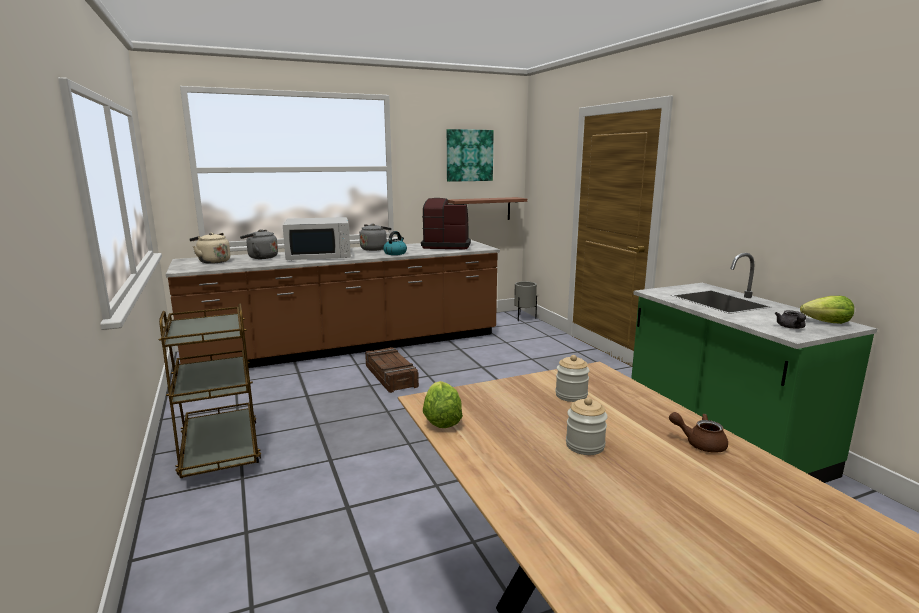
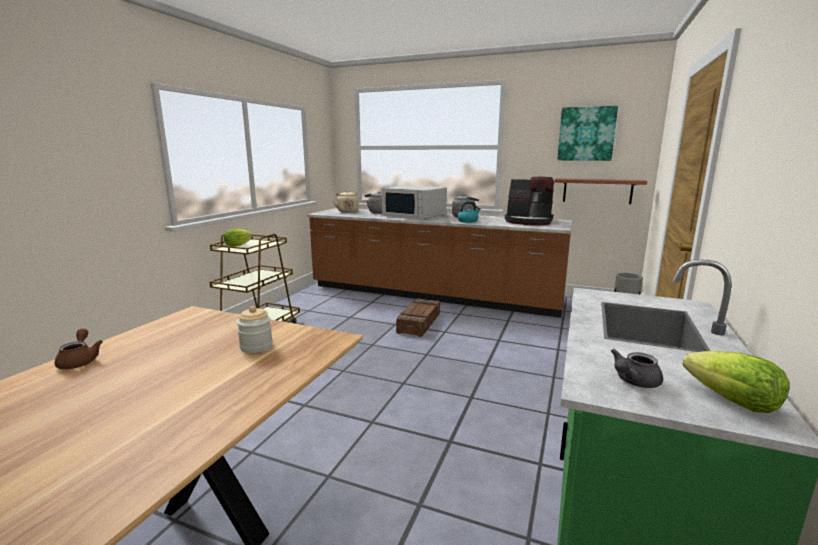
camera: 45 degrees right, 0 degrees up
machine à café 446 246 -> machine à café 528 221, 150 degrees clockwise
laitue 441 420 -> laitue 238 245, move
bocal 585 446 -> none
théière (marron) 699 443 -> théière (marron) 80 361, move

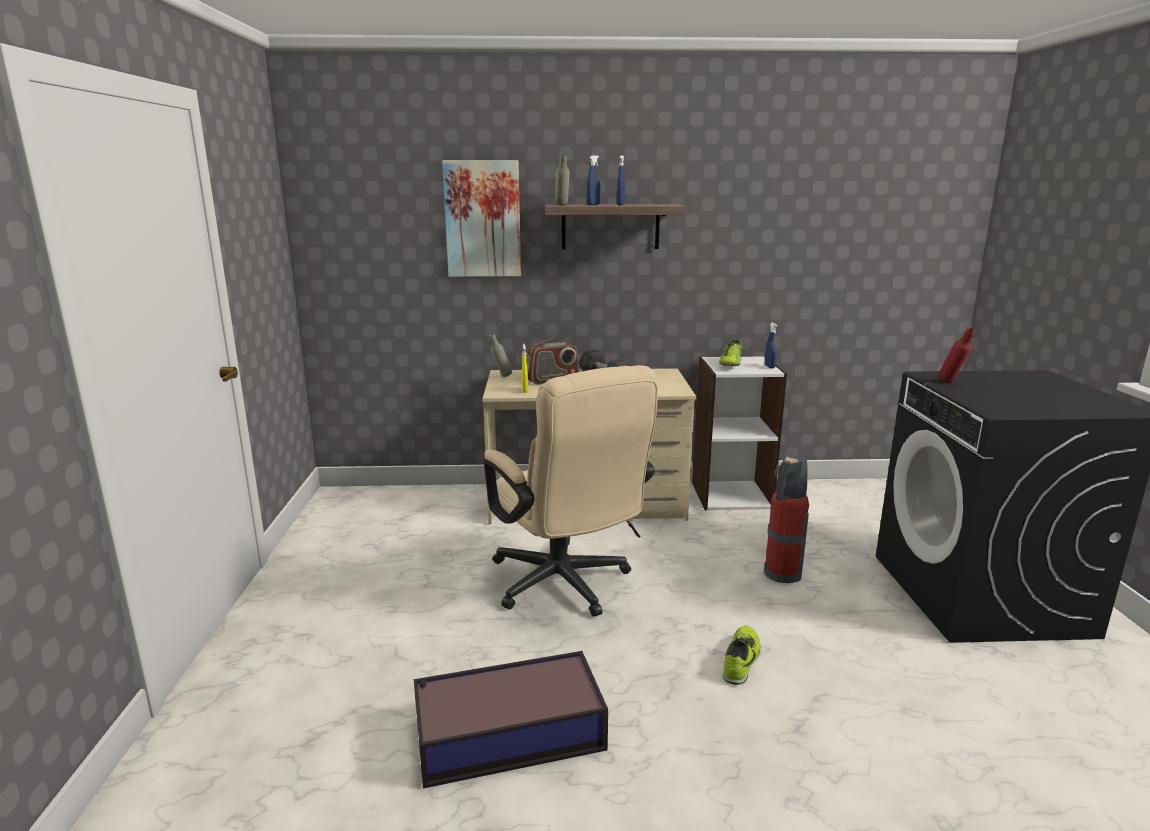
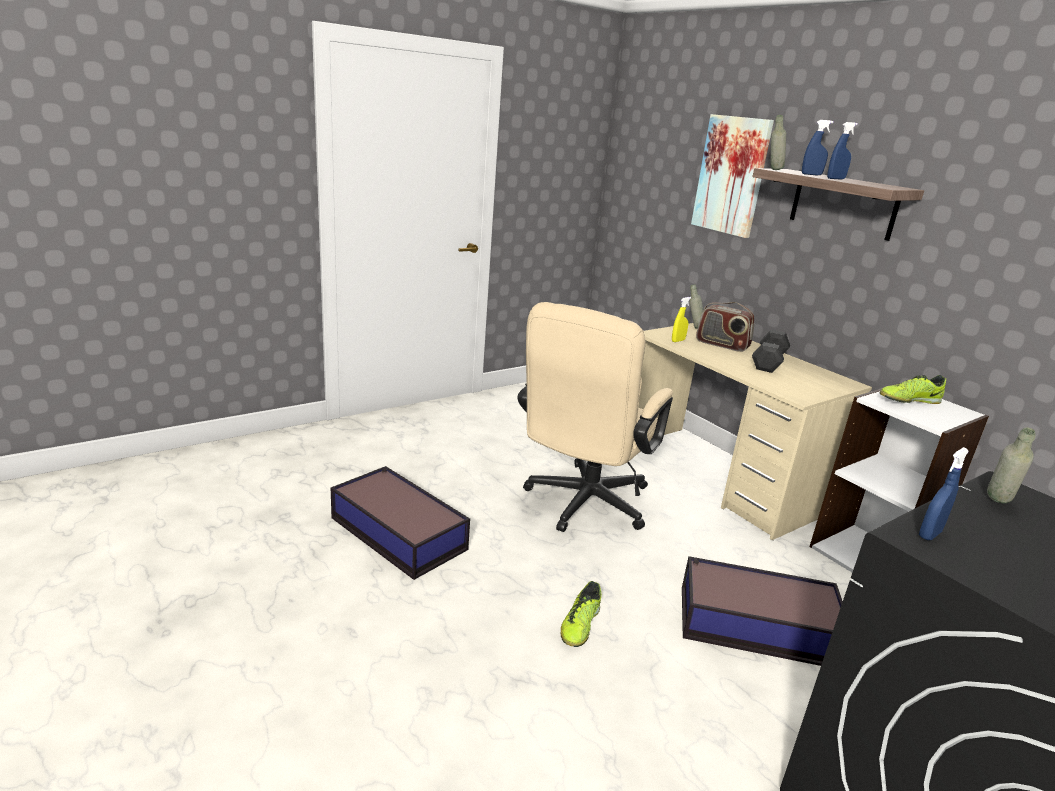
camera: 55 degrees right, 5 degrees up
vaporisateur (bleu) 769 367 -> vaporisateur (bleu) 929 534, move
bouteille (rouge) 951 383 -> bouteille (gris) 997 503
extincteur 781 574 -> boîte de rangement 754 625
chaussure 741 660 -> chaussure 580 625, 120 degrees clockwise

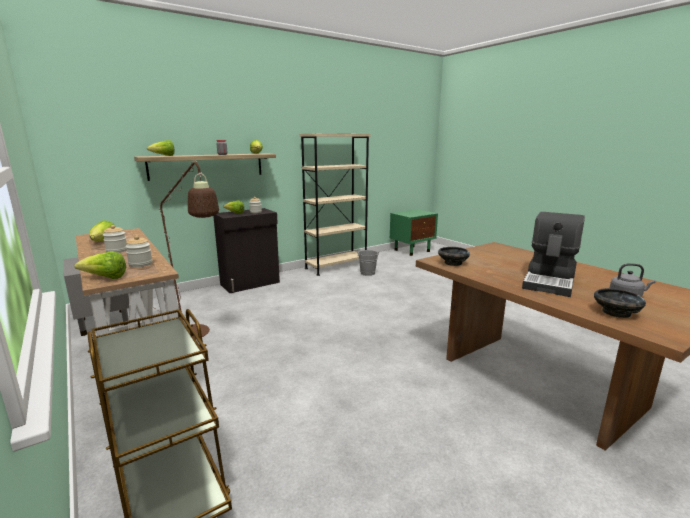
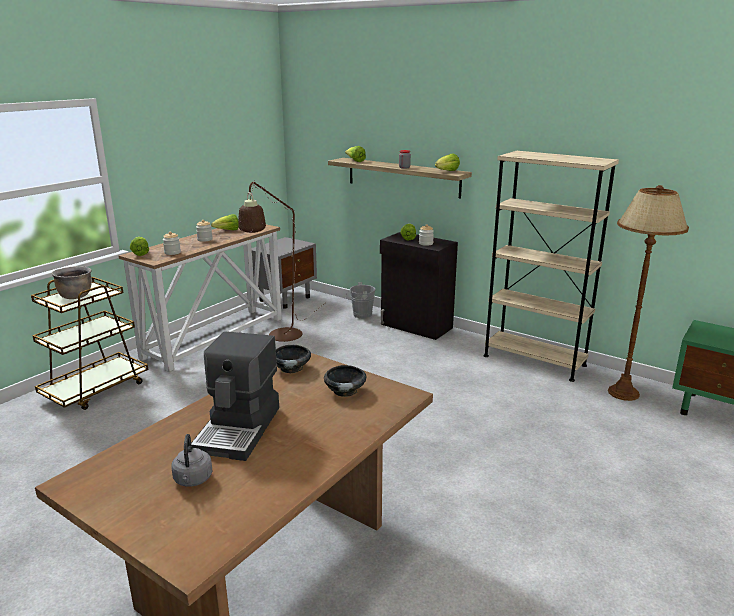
camera: 70 degrees right, 5 degrees up
machine à café 550 281 -> machine à café 239 429, 90 degrees counterclockwise
seau (gris) 367 274 -> seau (gris) 360 315, move
bol (noir) 615 312 -> bol (noir) 345 390, move
none -> lampadaire (marron) 623 393
none -> marmite (marron) 76 296

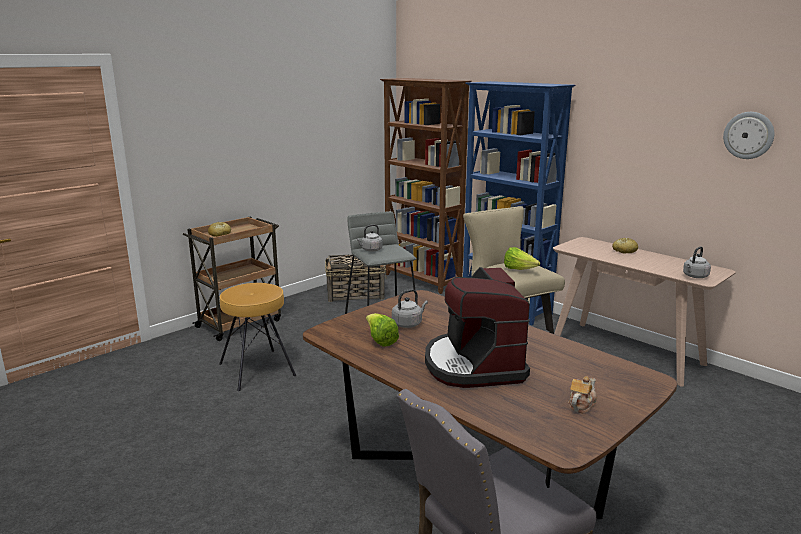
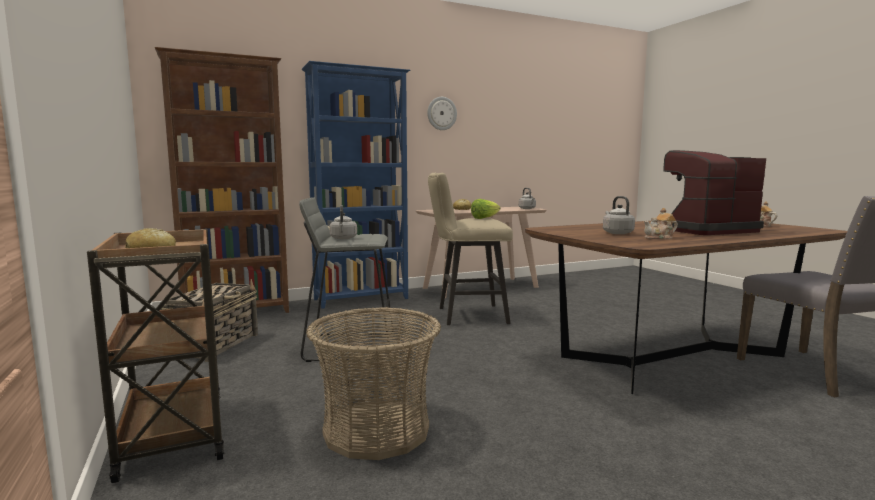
camera: 70 degrees left, 10 degrees down
horloge murale 748 135 -> horloge murale 441 113, move
machine à café 474 364 -> machine à café 704 230, 150 degrees clockwise
tabouret (marron) 257 369 -> panier 376 430
laitue 380 340 -> théière 660 238

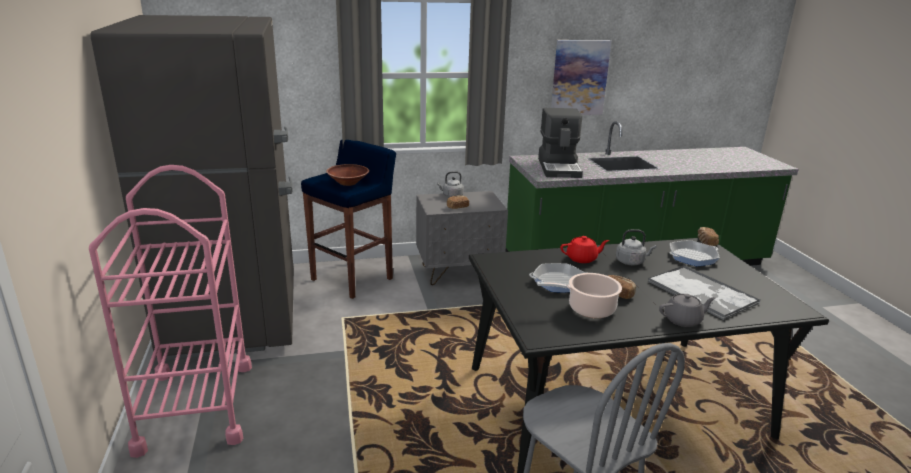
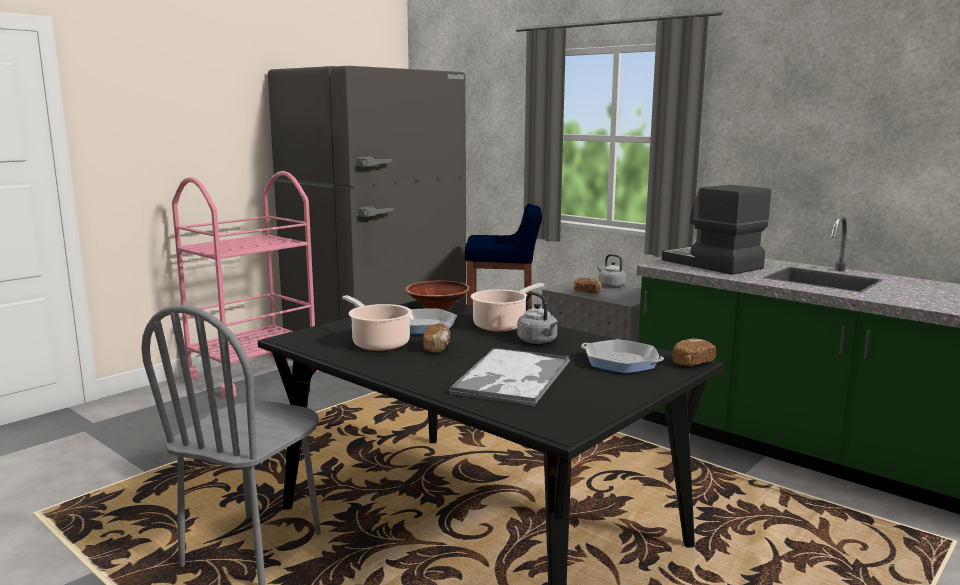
camera: 55 degrees right, 10 degrees down
tableau 579 77 -> none
machine à café 559 168 -> machine à café 711 264, 90 degrees clockwise
bol (marron) 348 183 -> bol (marron) 438 307, move
théière (rouge) 582 259 -> marmite 502 325
théière (gris) 683 320 -> none

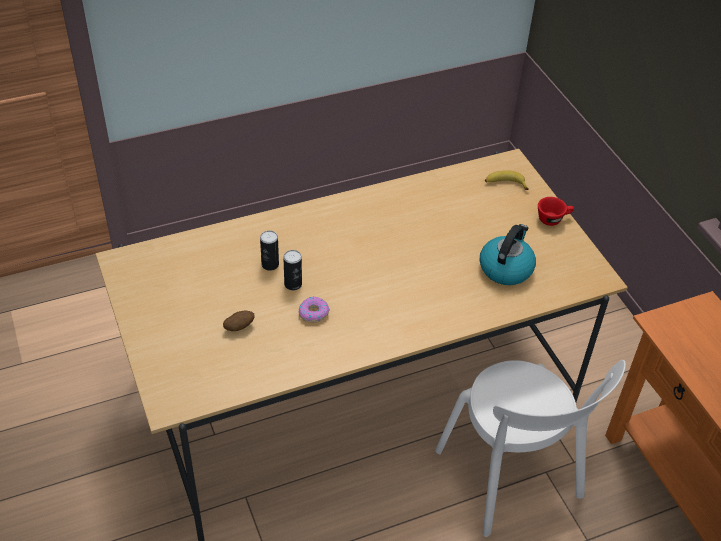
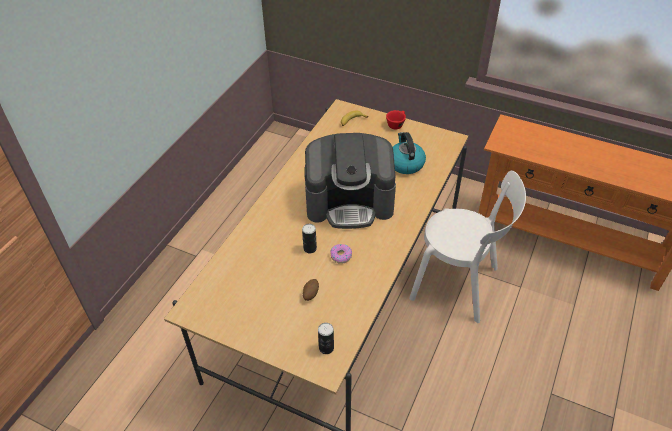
camera: 40 degrees left, 0 degrees up
boîte métallique 270 264 -> boîte métallique 326 348, move
none -> machine à café 350 201

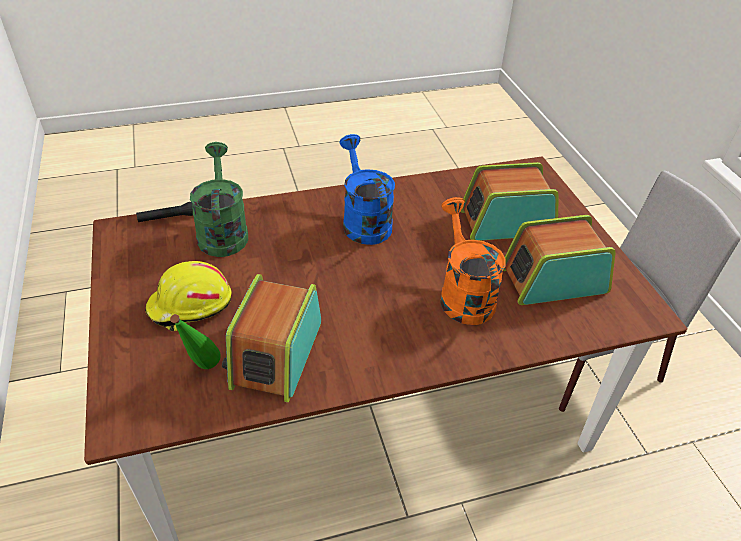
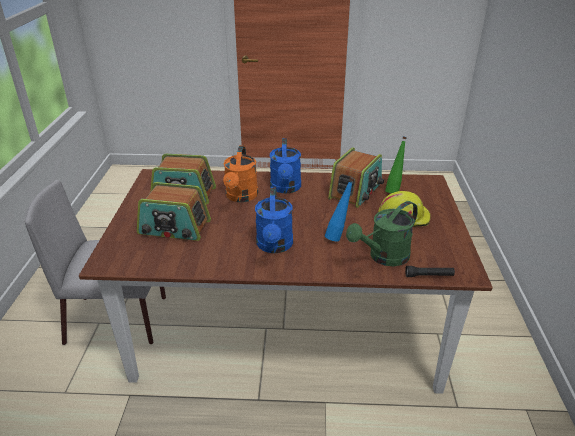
camera: 160 degrees left, 10 degrees down
arrosoir (vert) 222 231 -> arrosoir (vert) 383 257, 45 degrees clockwise
none -> arrosoir (bleu) 286 188
none -> bouteille (bleu) 338 236

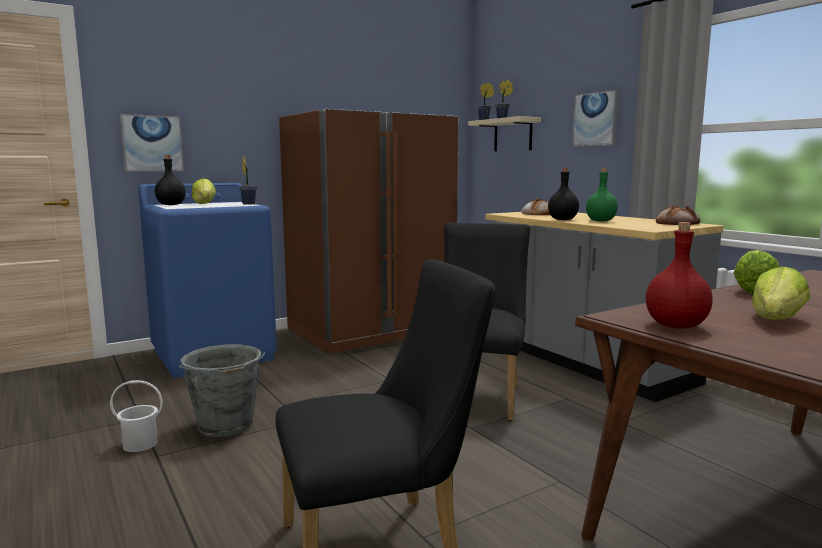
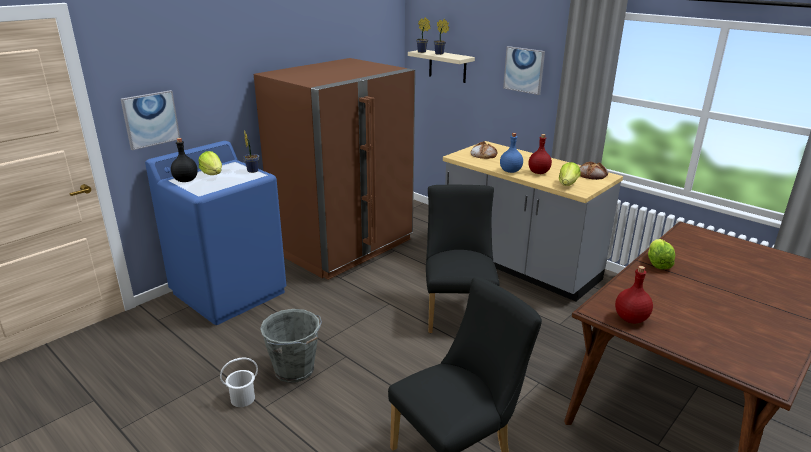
camera: 15 degrees left, 15 degrees up
bouteille (noir) 562 220 -> bouteille (bleu) 510 171
bouteille (vert) 601 221 -> bouteille (rouge) 539 172
laitue 776 320 -> laitue 567 185, move

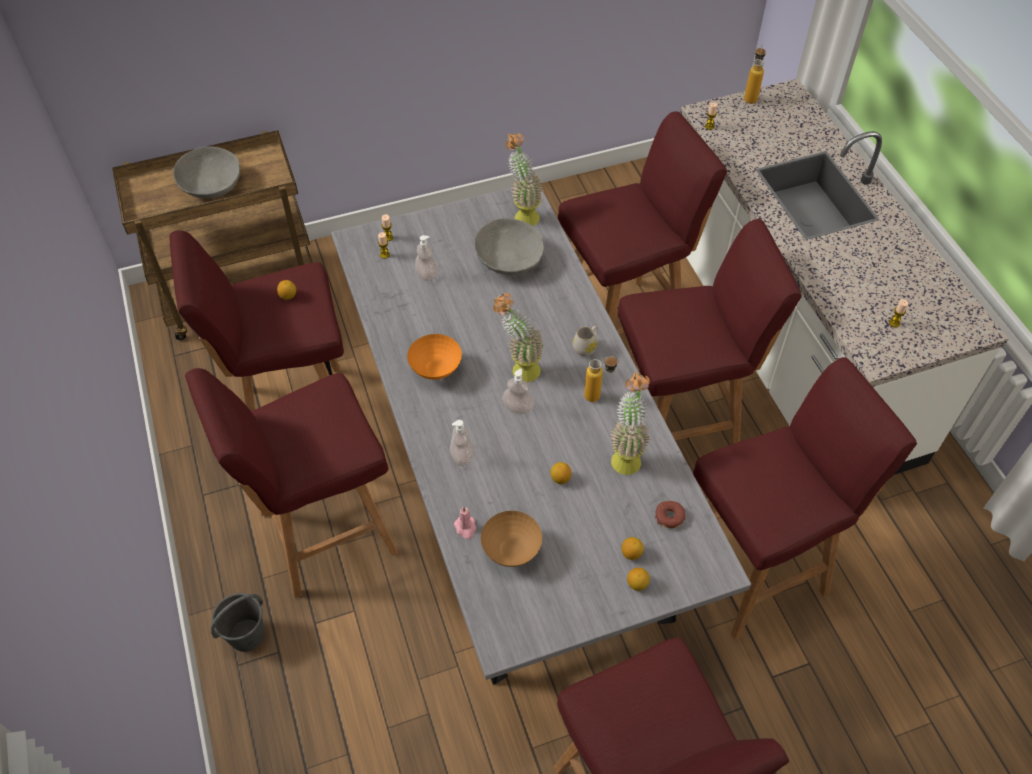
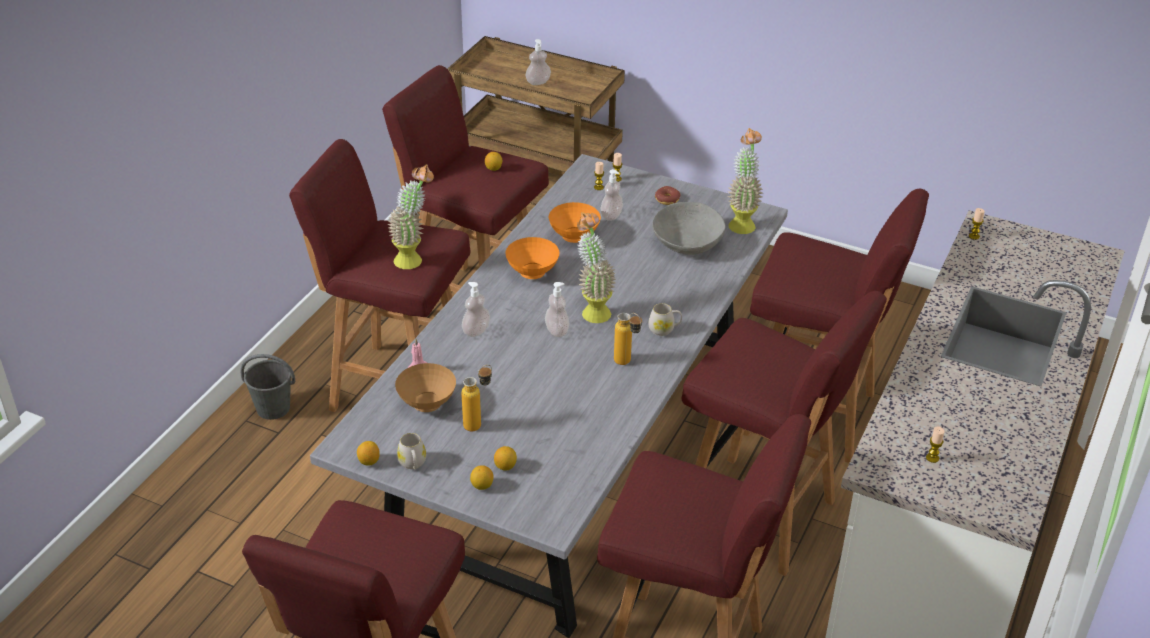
camera: 45 degrees right, 15 degrees down
bouteille 750 96 -> bouteille 479 423, move
bol (gris) 211 185 -> distributeur de savon 538 82
plante en pot 626 455 -> plante en pot 414 258, move
citron 560 478 -> citron 369 461, move
beignet 669 517 -> beignet 667 199, move
none -> bol (orange) 575 237
none -> mug (blanc) 413 464

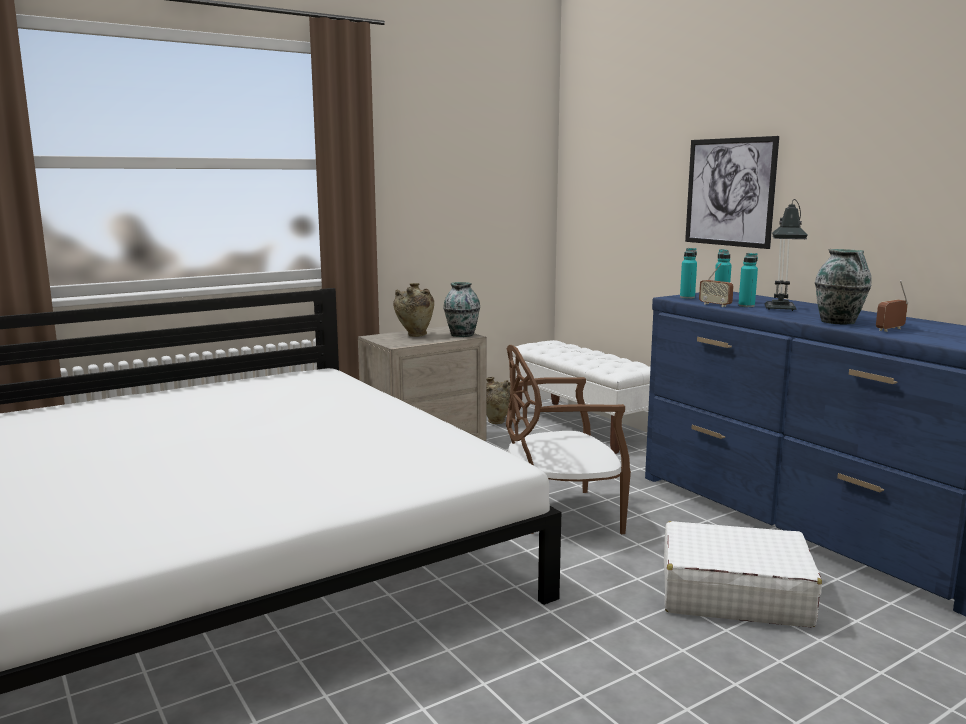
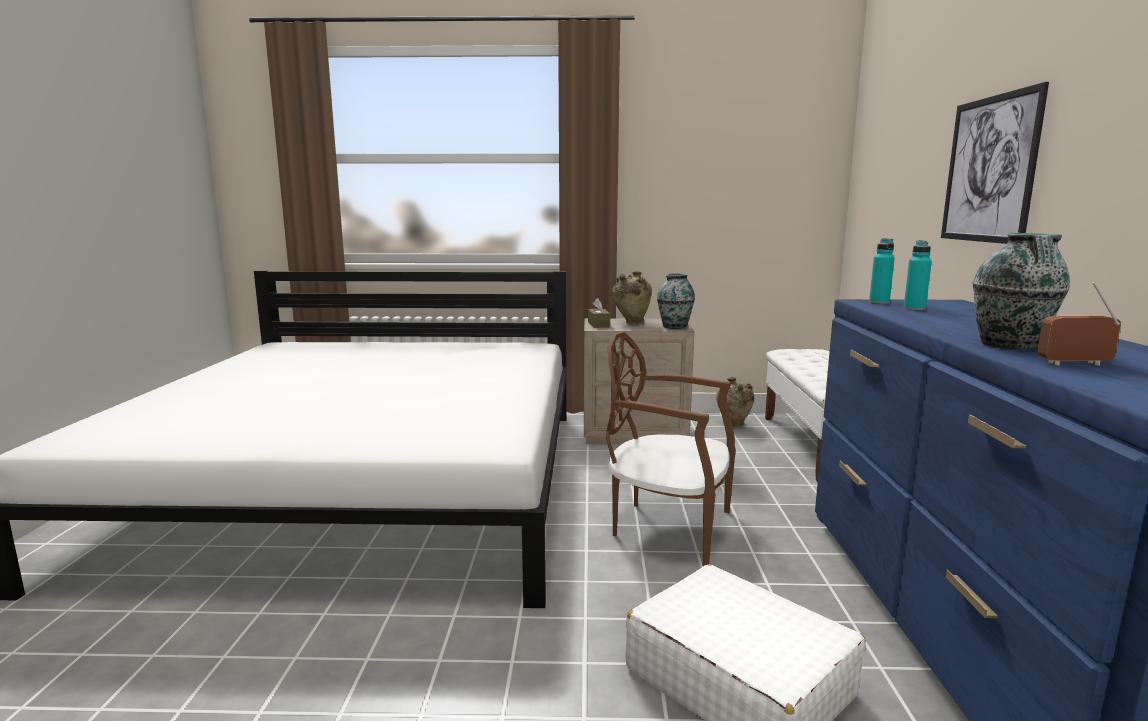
camera: 35 degrees right, 0 degrees up
lampe de table 780 310 -> none
bouteille (turquoise) 746 306 -> none
radio 715 305 -> none
none -> boîte à mouchoirs (marron) 598 324

